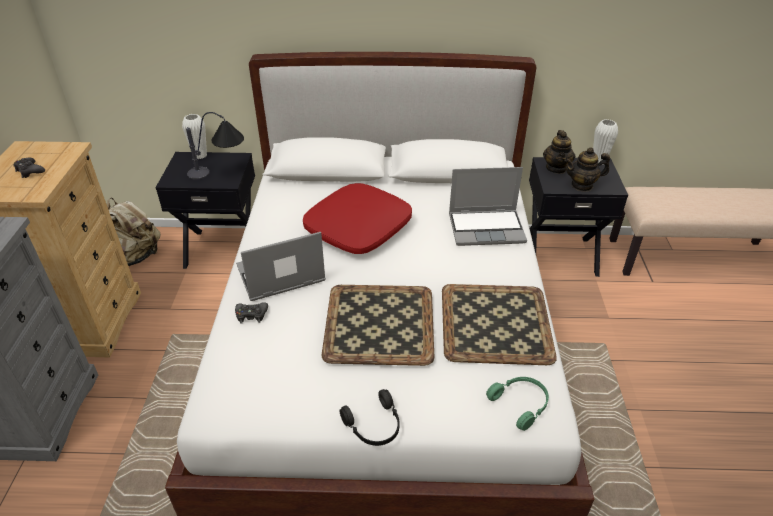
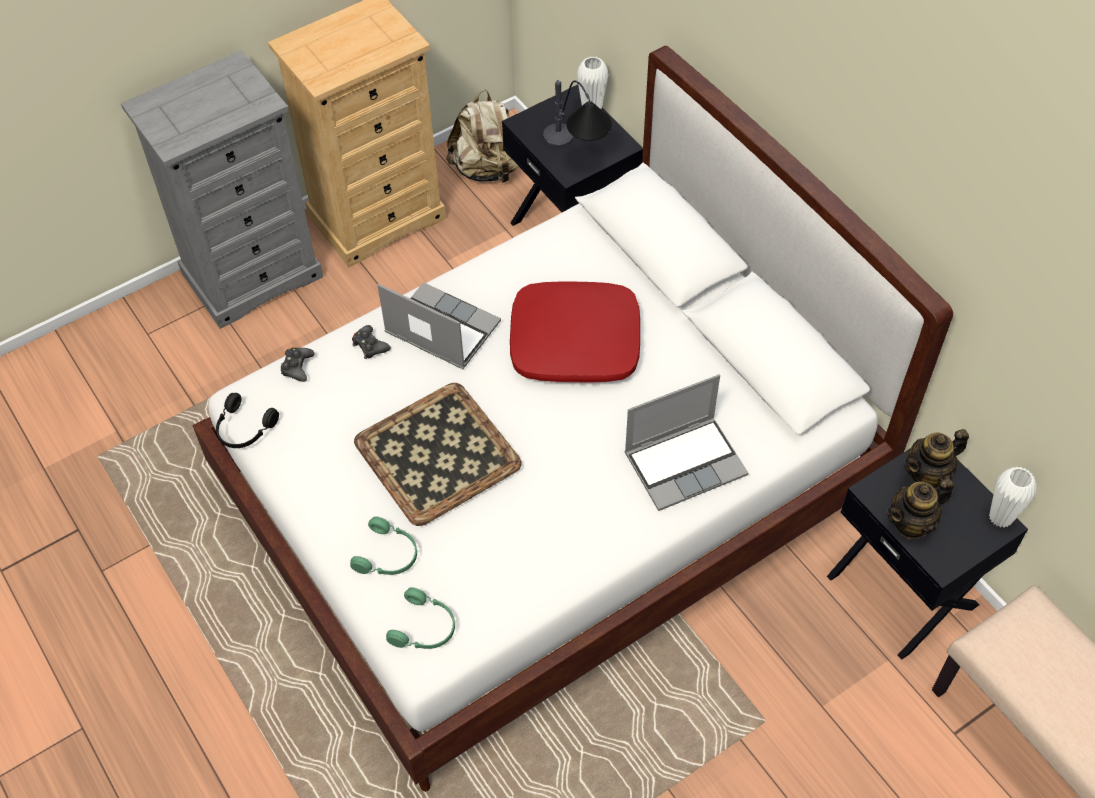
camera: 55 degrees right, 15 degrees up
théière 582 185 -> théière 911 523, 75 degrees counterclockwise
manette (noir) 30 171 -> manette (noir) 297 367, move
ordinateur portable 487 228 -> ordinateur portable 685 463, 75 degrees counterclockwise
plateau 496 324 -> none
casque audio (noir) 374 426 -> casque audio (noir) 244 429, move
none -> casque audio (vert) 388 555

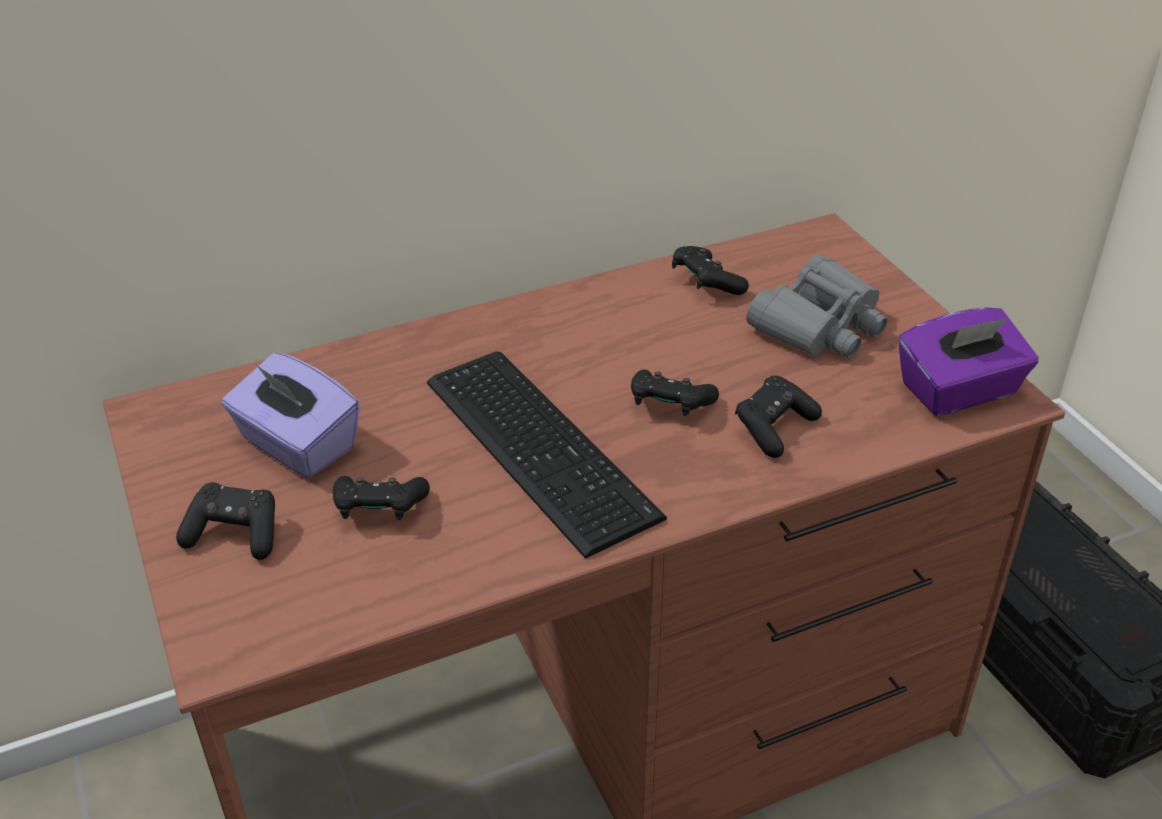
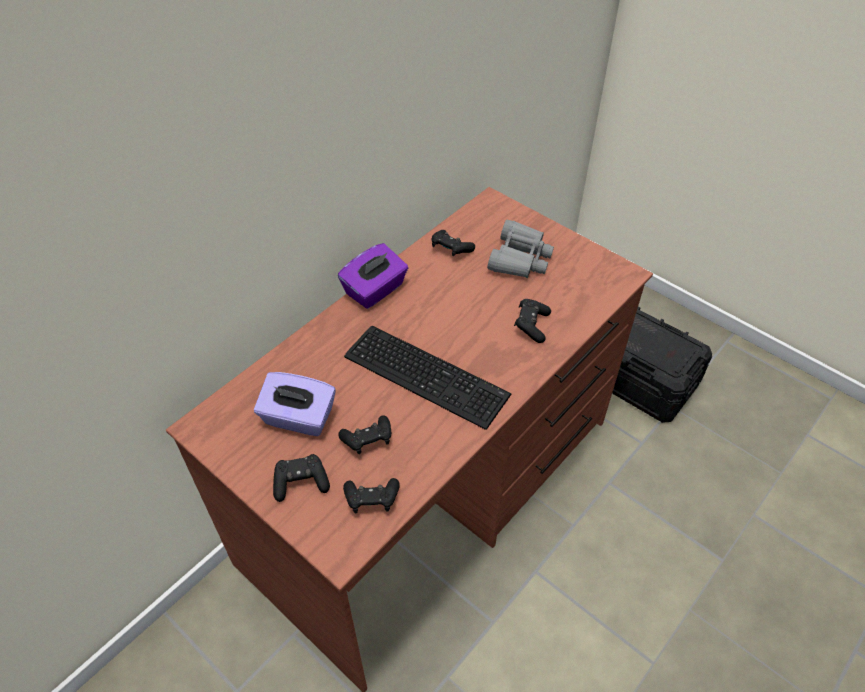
camera: 25 degrees left, 10 degrees up
boîte à mouchoirs (violet) 959 391 -> boîte à mouchoirs (violet) 375 290, move
manette (noir) 669 406 -> manette (noir) 372 500, move

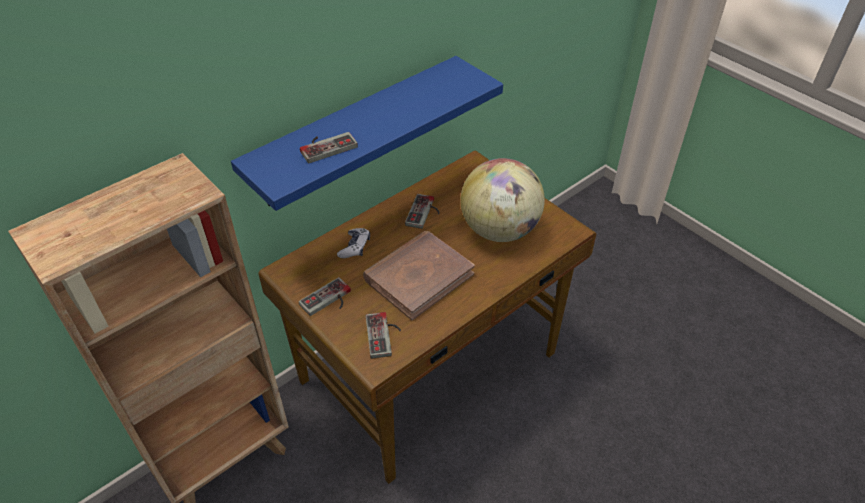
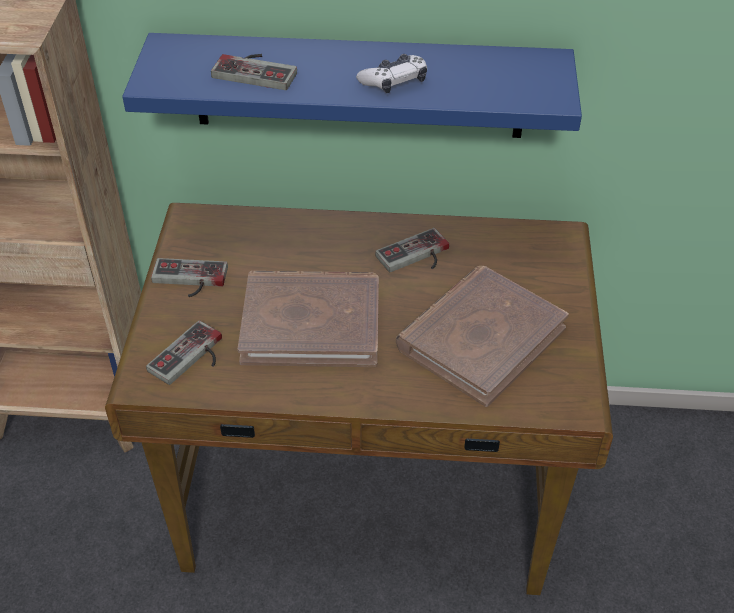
camera: 45 degrees right, 0 degrees up
globe 499 230 -> livre (marron) 480 338
manette 355 247 -> manette 394 82, move

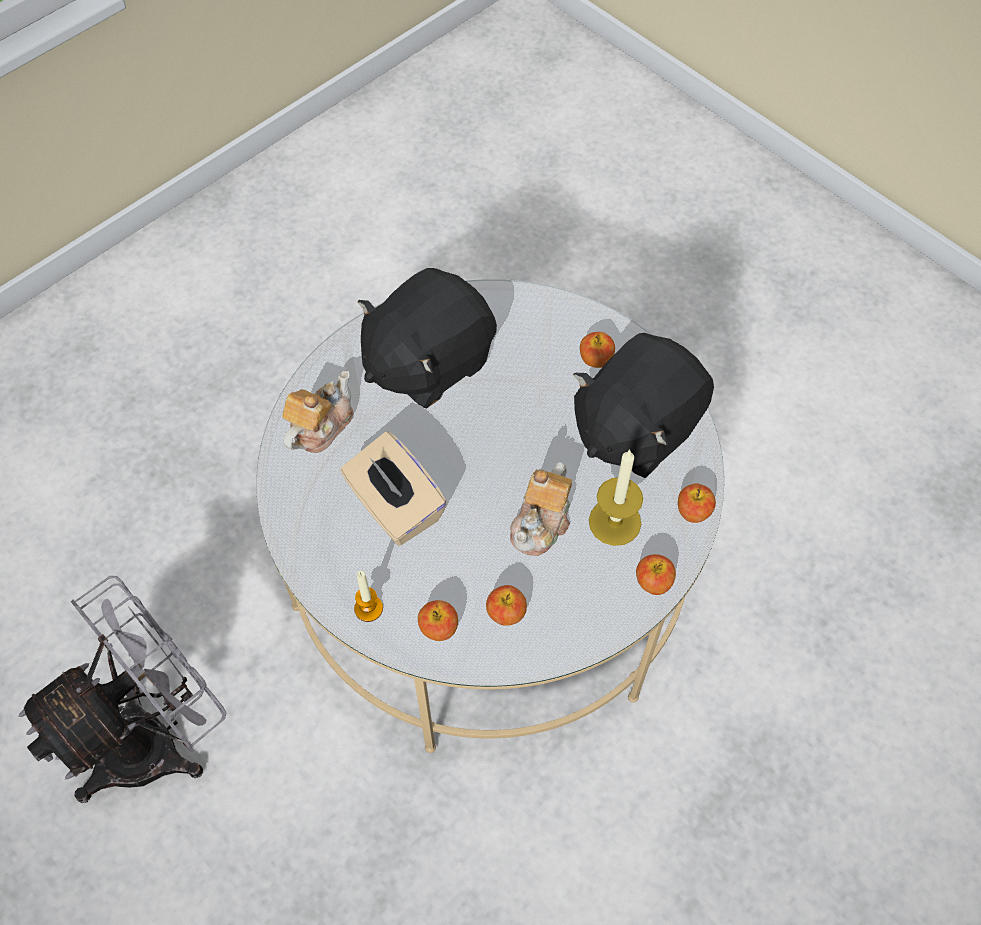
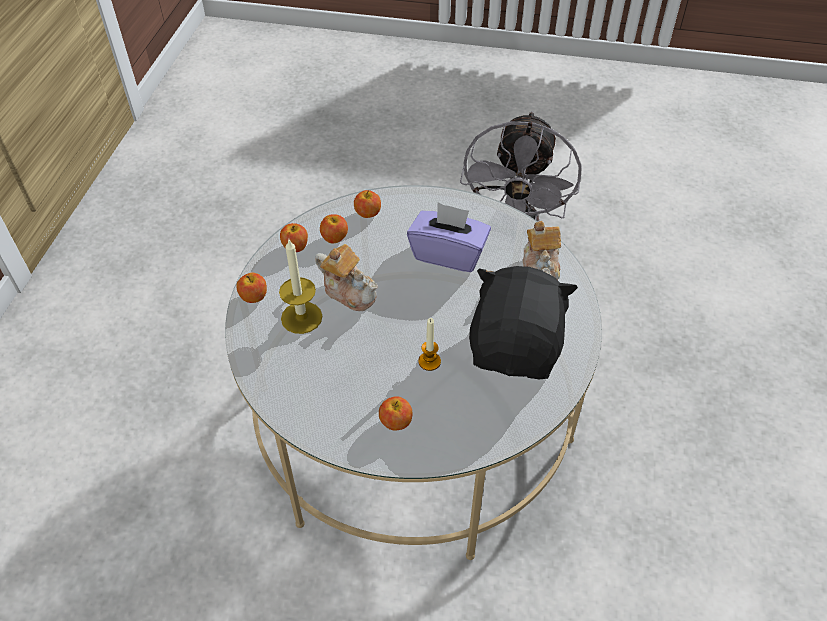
camera: 145 degrees right, 10 degrees down
peluche (noir) 635 428 -> none
boîte à mouchoirs (beige) 395 507 -> boîte à mouchoirs (violet) 448 254
théière 541 523 -> théière 349 292, 135 degrees clockwise
pomme 693 511 -> pomme 295 247, move
bougie 368 608 -> bougie 429 361, move

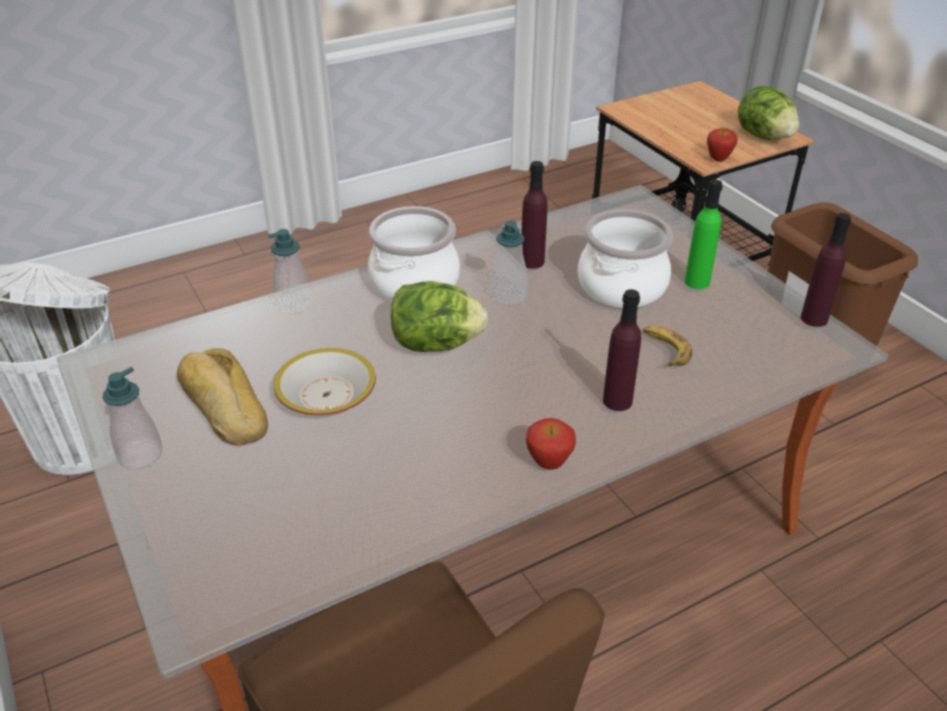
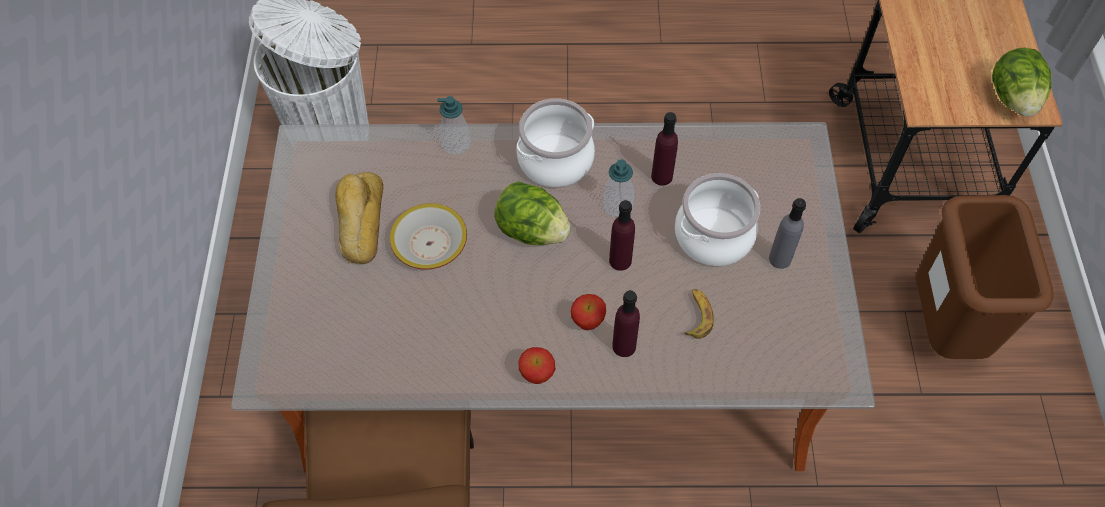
camera: 30 degrees right, 20 degrees up
pomme 718 159 -> pomme 587 323, move
bouteille (vert) 697 282 -> bouteille (gris) 780 259
bouteille (violet) 814 318 -> bouteille (violet) 620 260, move
distributeur de savon 140 455 -> none

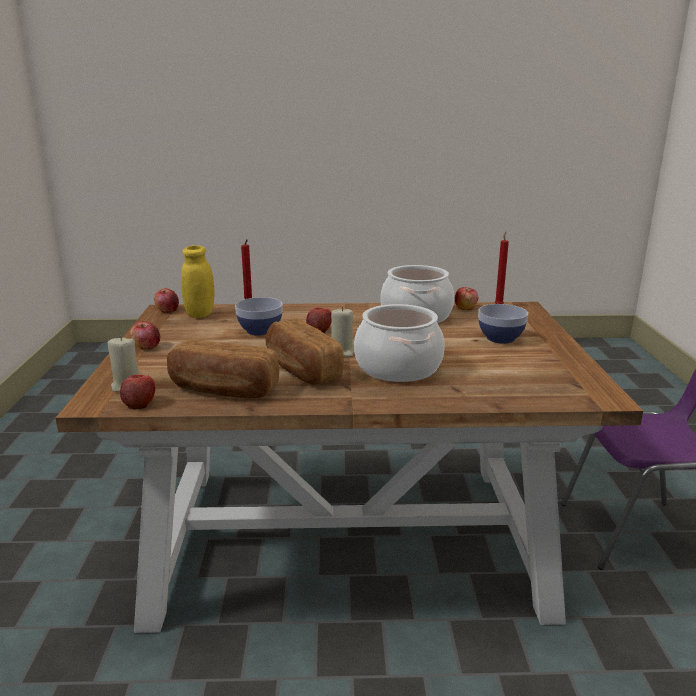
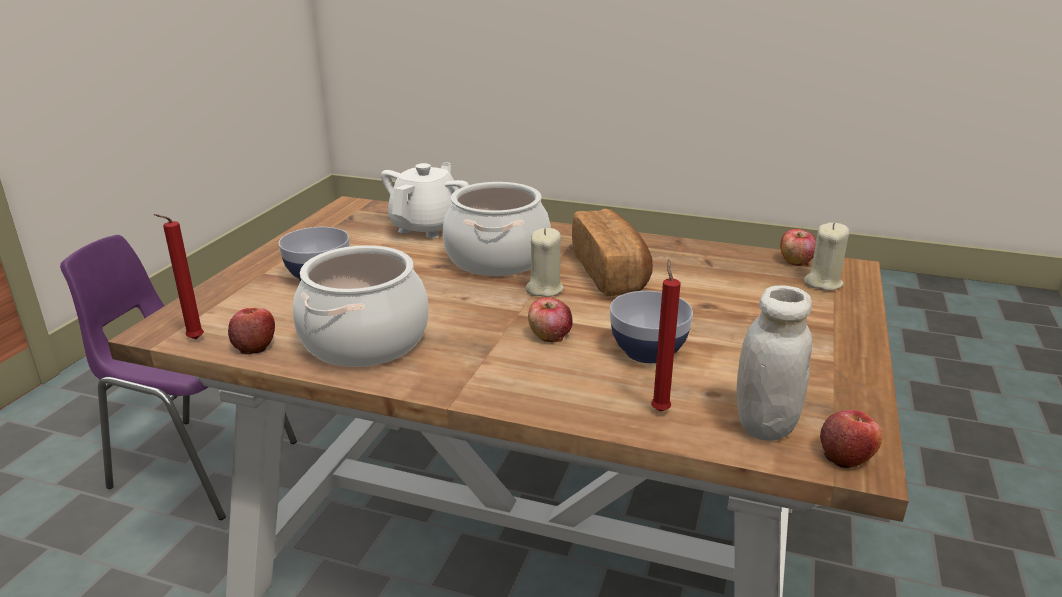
camera: 160 degrees left, 5 degrees up
bocal (jaune) 200 314 -> bocal (blanc) 765 425
pomme 146 346 -> none
pain 223 389 -> none
none -> théière (blanc) 427 227

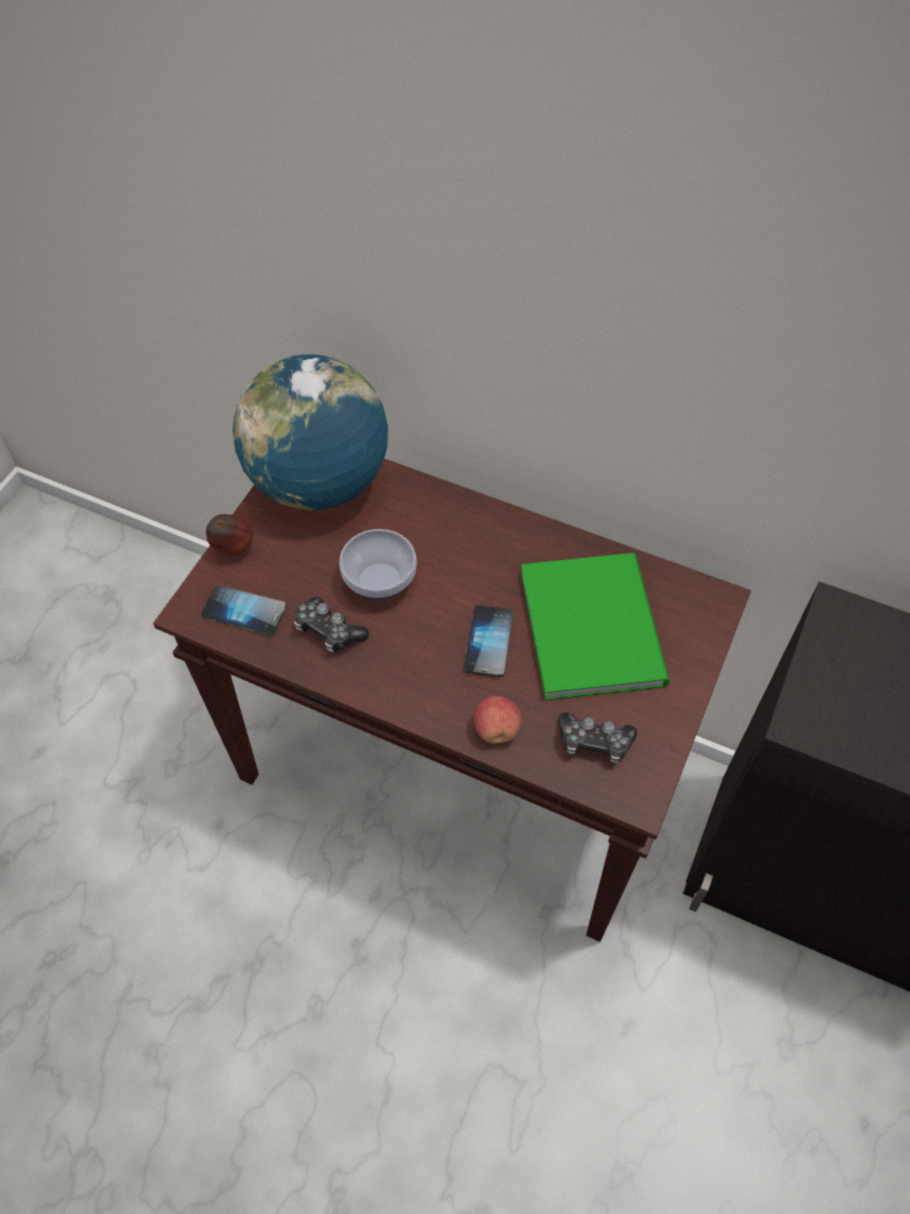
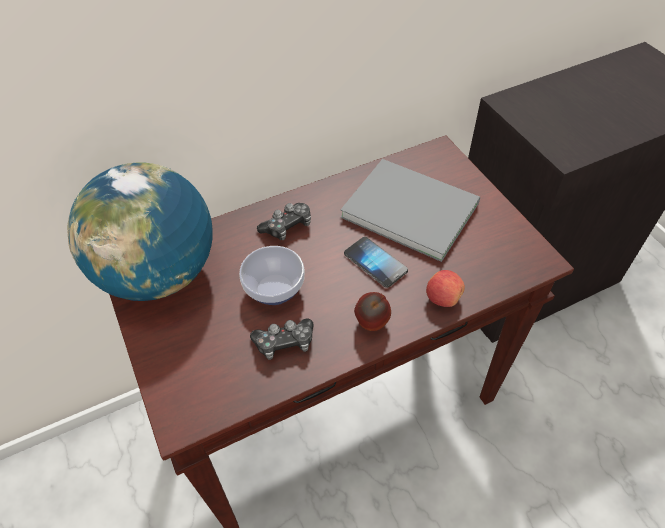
camera: 50 degrees left, 5 degrees down
pomme 234 549 -> pomme 371 324, move
livre (vert) 594 623 -> livre (gris) 408 207
téléphone 244 611 -> none
manette 594 743 -> manette 287 226, move

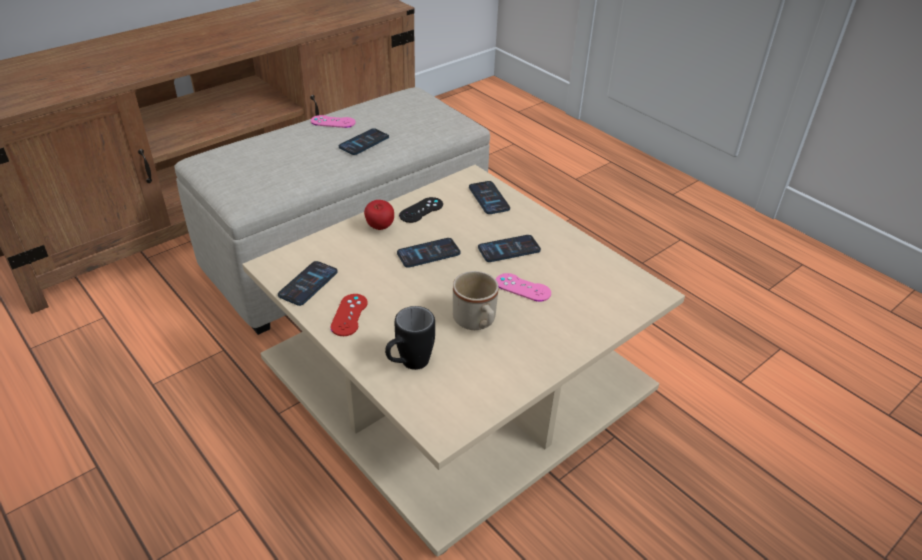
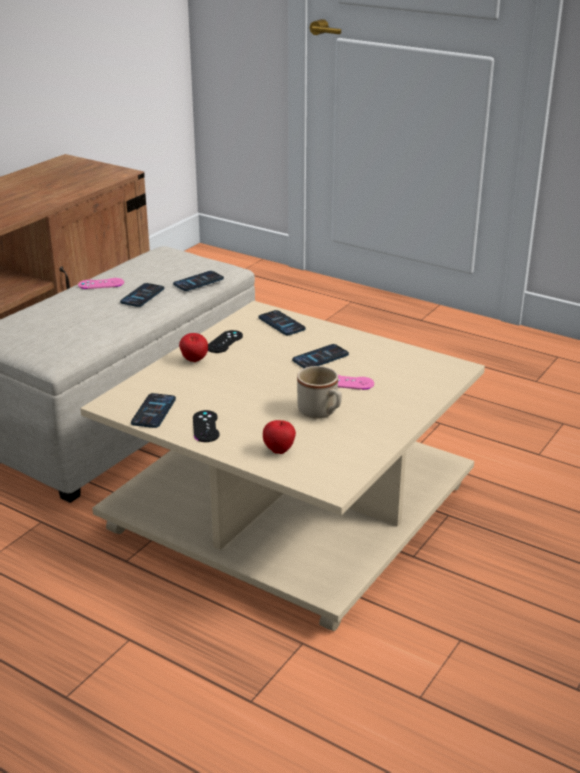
camera: 15 degrees left, 10 degrees down
téléphone 428 253 -> téléphone 198 282, move
manette (rouge) 349 315 -> manette (noir) 206 426
mug (noir) 408 365 -> pomme 279 450

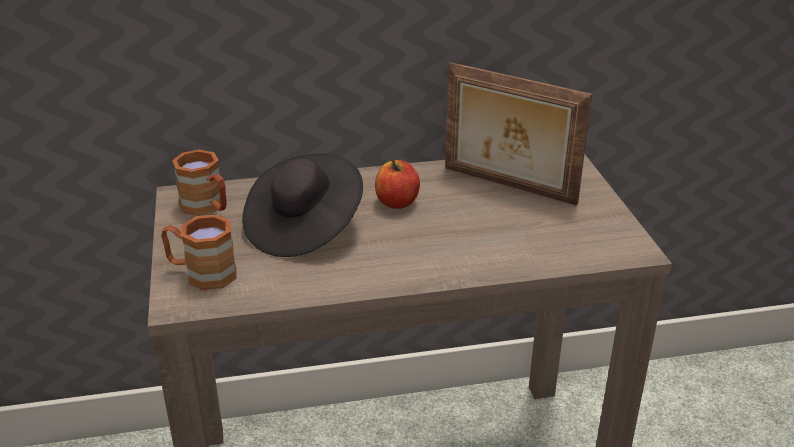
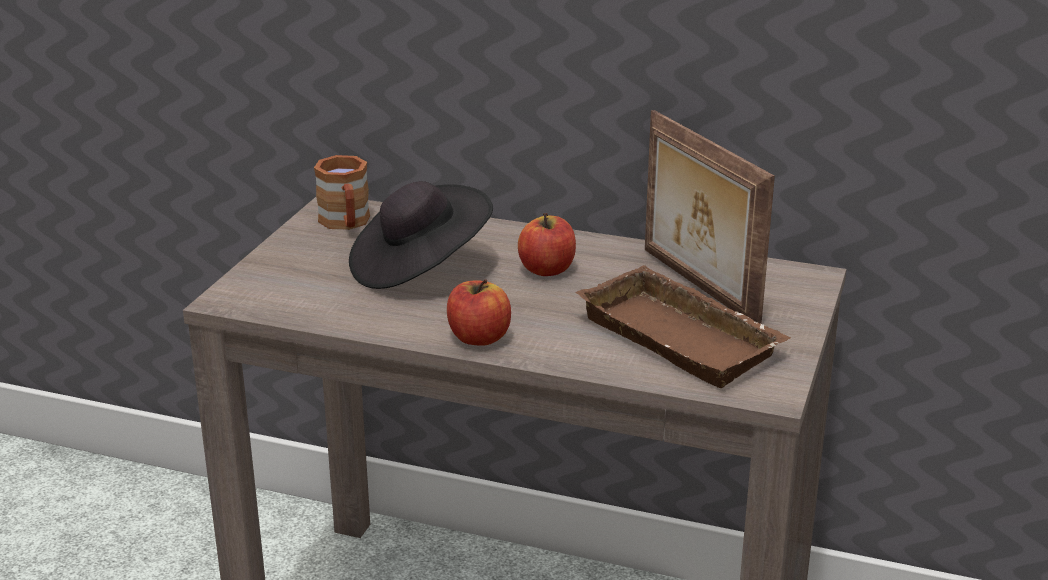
camera: 30 degrees right, 5 degrees down
mug (marron) 202 273 -> none
none -> plateau (marron) 685 337
none -> pomme 478 338

